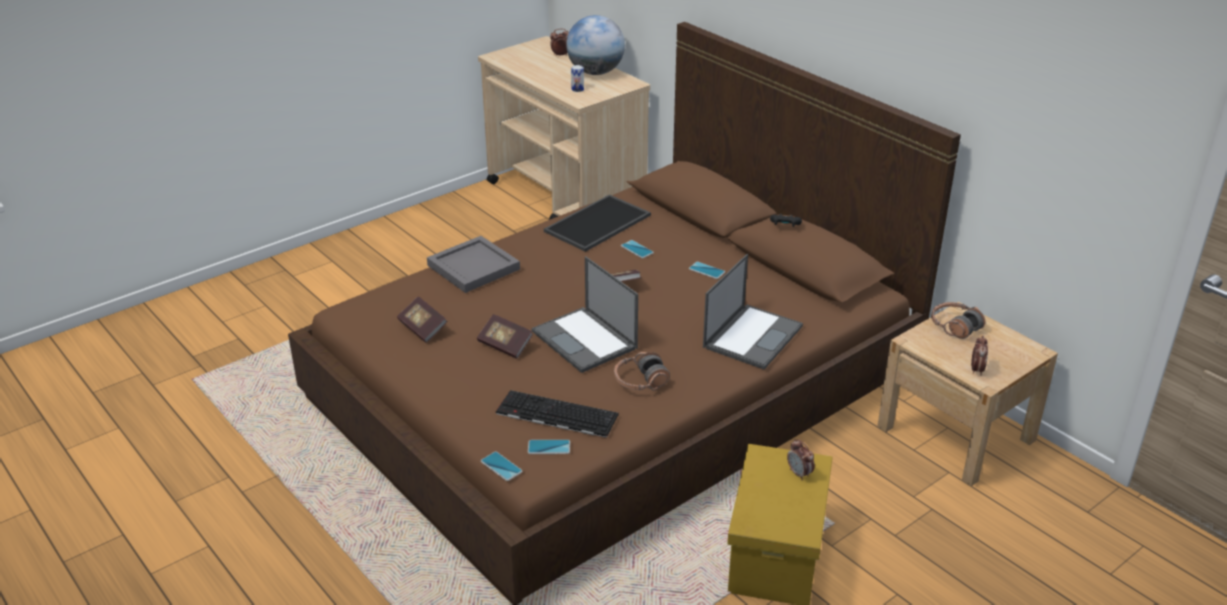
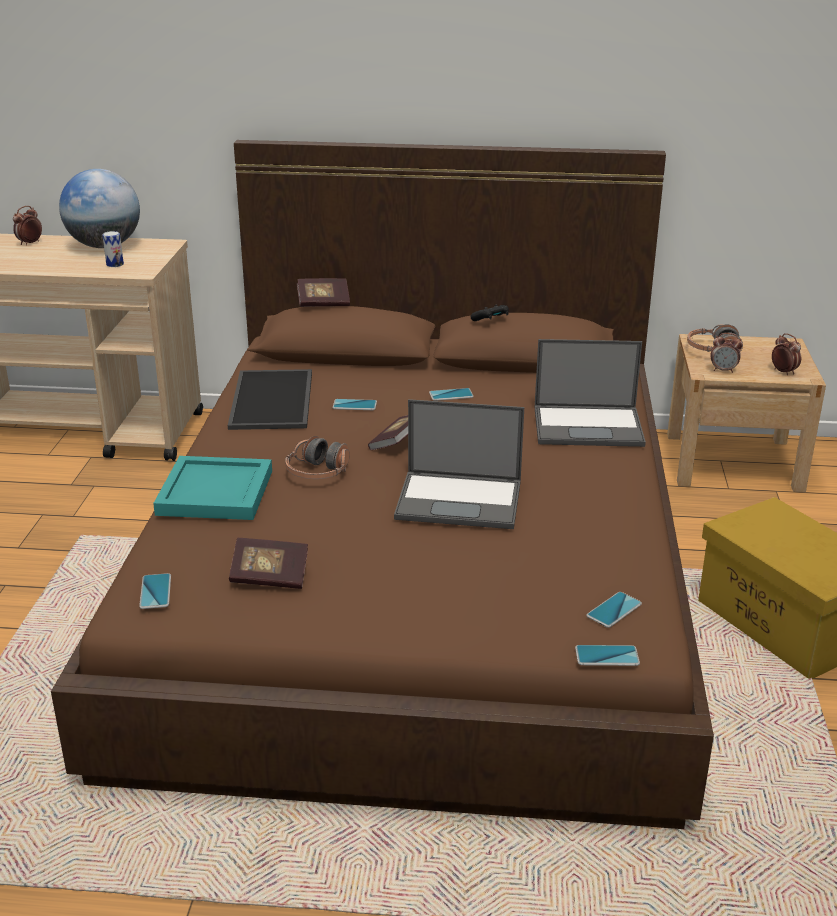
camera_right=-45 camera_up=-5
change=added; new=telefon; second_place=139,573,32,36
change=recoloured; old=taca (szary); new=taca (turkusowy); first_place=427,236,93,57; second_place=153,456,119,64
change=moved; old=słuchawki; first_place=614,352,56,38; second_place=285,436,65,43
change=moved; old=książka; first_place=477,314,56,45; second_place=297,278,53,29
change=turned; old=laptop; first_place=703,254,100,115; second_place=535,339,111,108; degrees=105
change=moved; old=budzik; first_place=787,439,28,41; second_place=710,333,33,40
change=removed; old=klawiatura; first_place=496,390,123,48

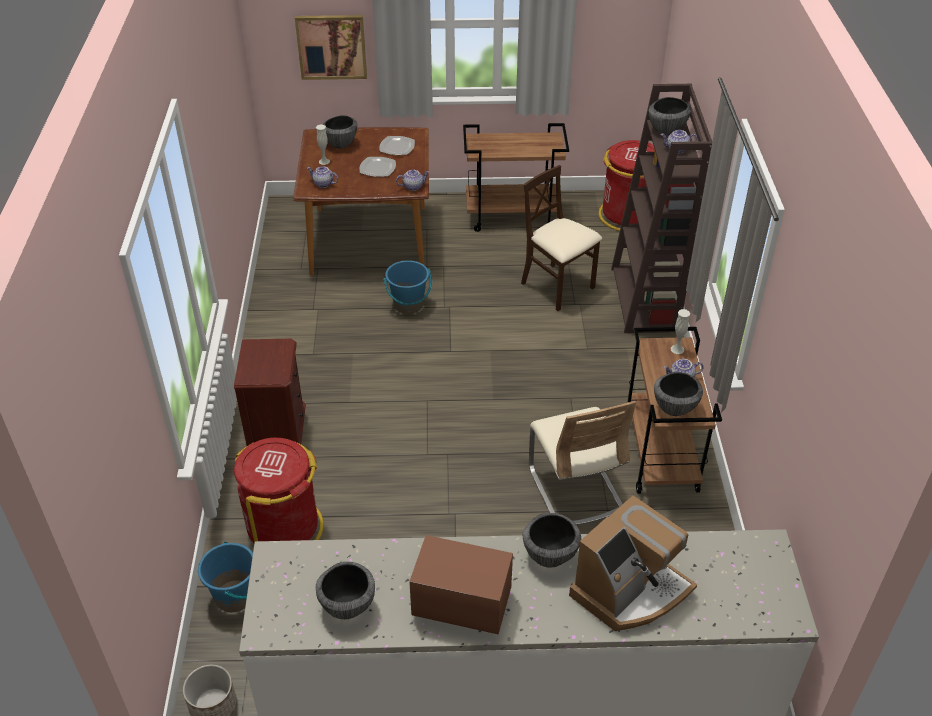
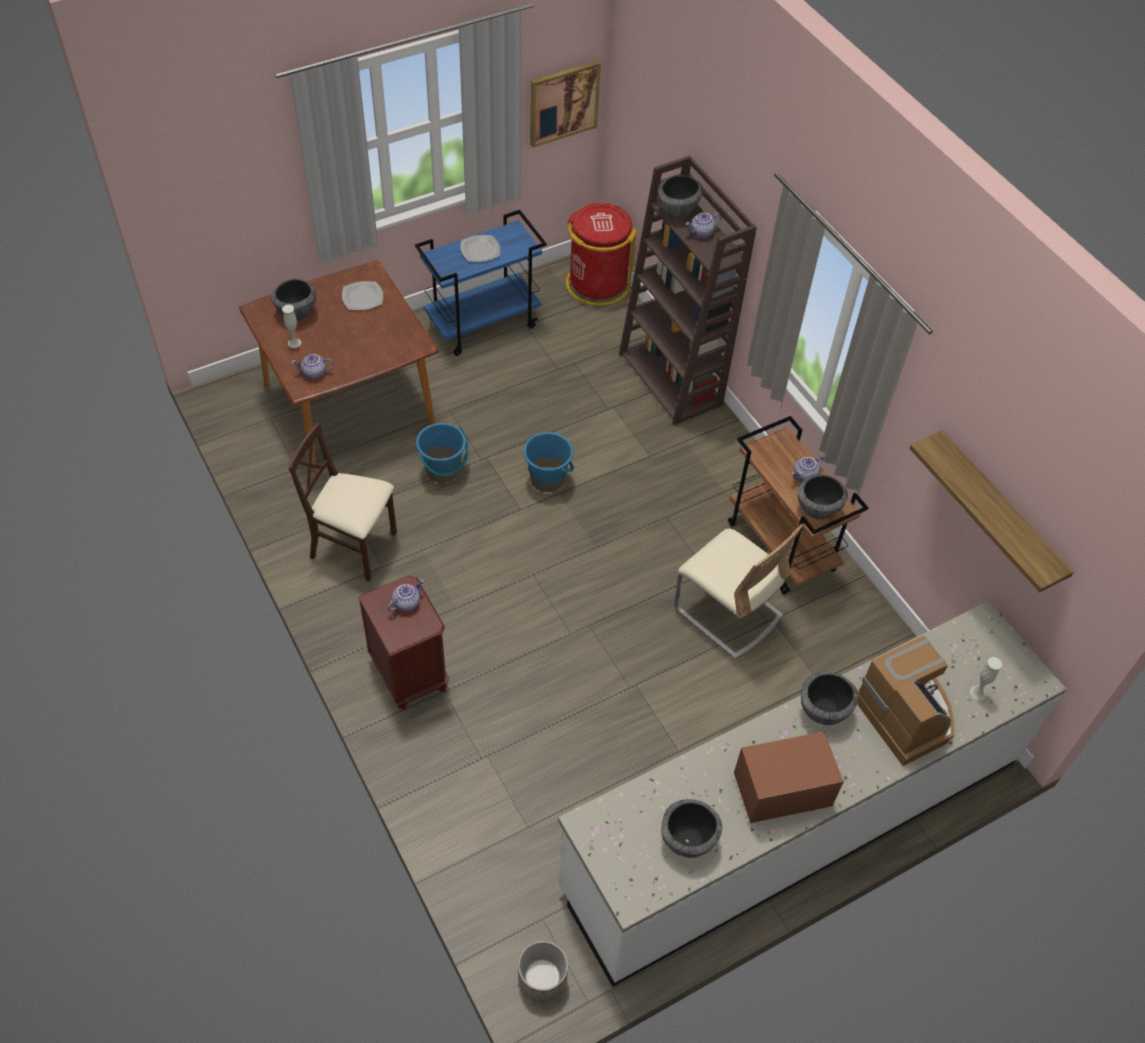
camera_right=-30 camera_up=10
change=moved; old=krzesło (beżowy); first_place=521,165,81,146; second_place=288,423,109,159
change=moved; old=imbryk; first_place=396,170,33,21; second_place=387,579,37,33
change=recoloured; old=wózek (brązowy); new=wózek (niebieski); first_place=463,123,106,109; second_place=415,210,132,146
change=moved; old=talerz; first_place=360,157,36,20; second_place=460,235,40,27
change=moved; old=wiadro (niebieski); first_place=198,541,55,71; second_place=524,432,50,60
change=moved; old=obraz; first_place=295,15,72,65; second_place=530,61,71,87
change=turned; old=ekspres do kawy; first_place=569,496,128,135; second_place=857,636,97,130; degrees=-45
change=added; new=półka; second_place=909,431,165,162
change=moved; old=wazon (biały); first_place=671,309,19,45; second_place=970,657,32,43
change=removed; old=kosz na śmieci (czerwony); first_place=234,438,90,105

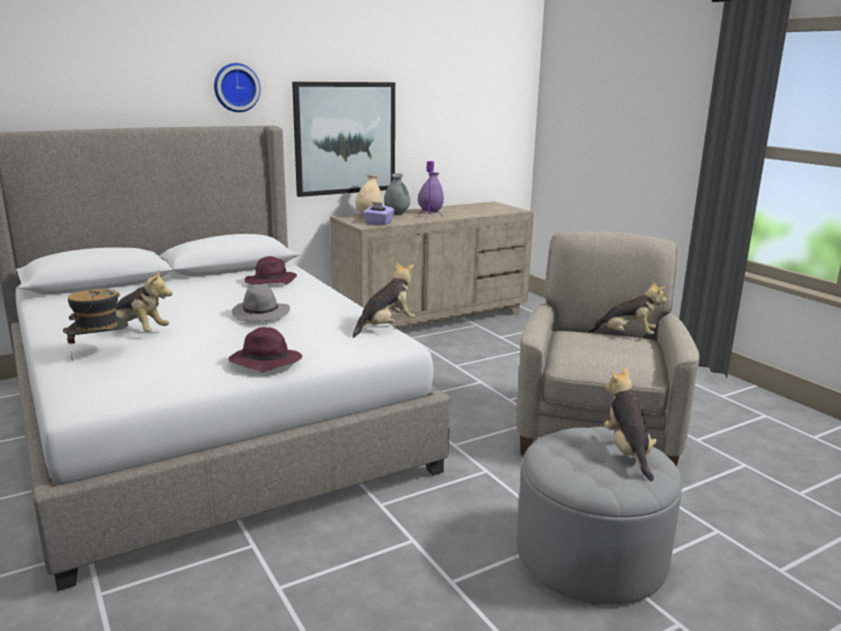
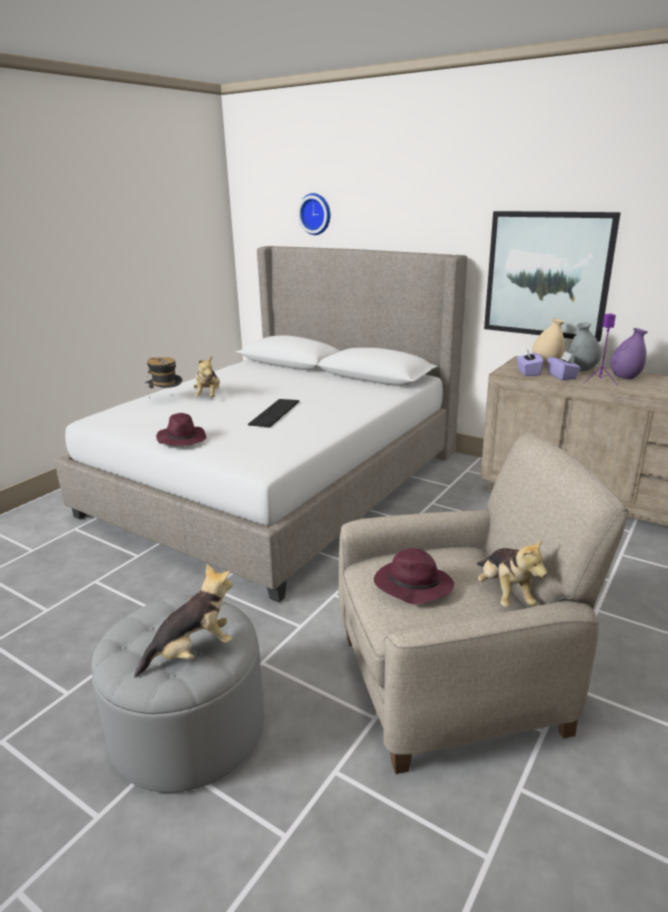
camera_right=65 camera_up=5
change=replaced; old=kapelusz (szary); new=klawiatura; first_place=232,285,58,36; second_place=248,399,51,29
change=moved; old=zegar ścienny; first_place=214,63,47,49; second_place=298,193,32,42
change=moved; old=kapelusz (fioletowy); first_place=245,256,52,29; second_place=374,548,80,56
change=added; new=pudełko chusteczek (fioletowy); second_place=547,351,34,29
change=removed; old=pluszak; first_place=352,261,63,77

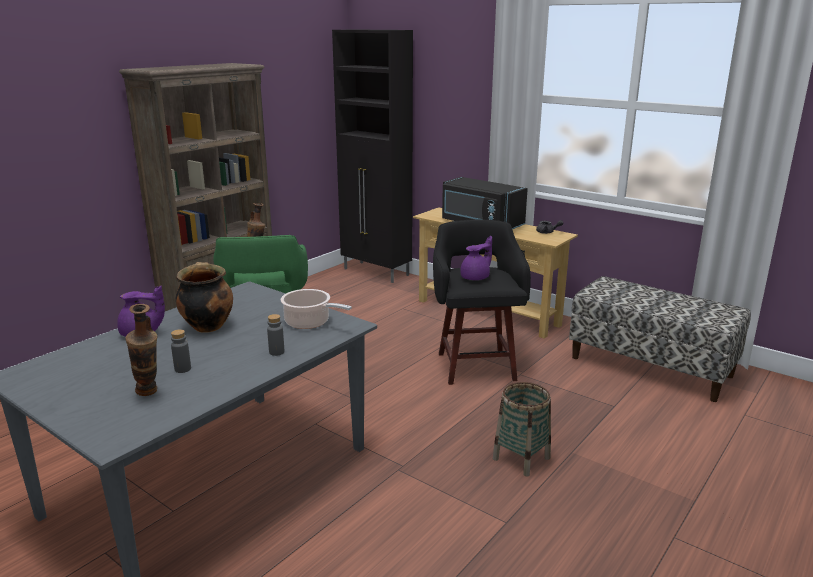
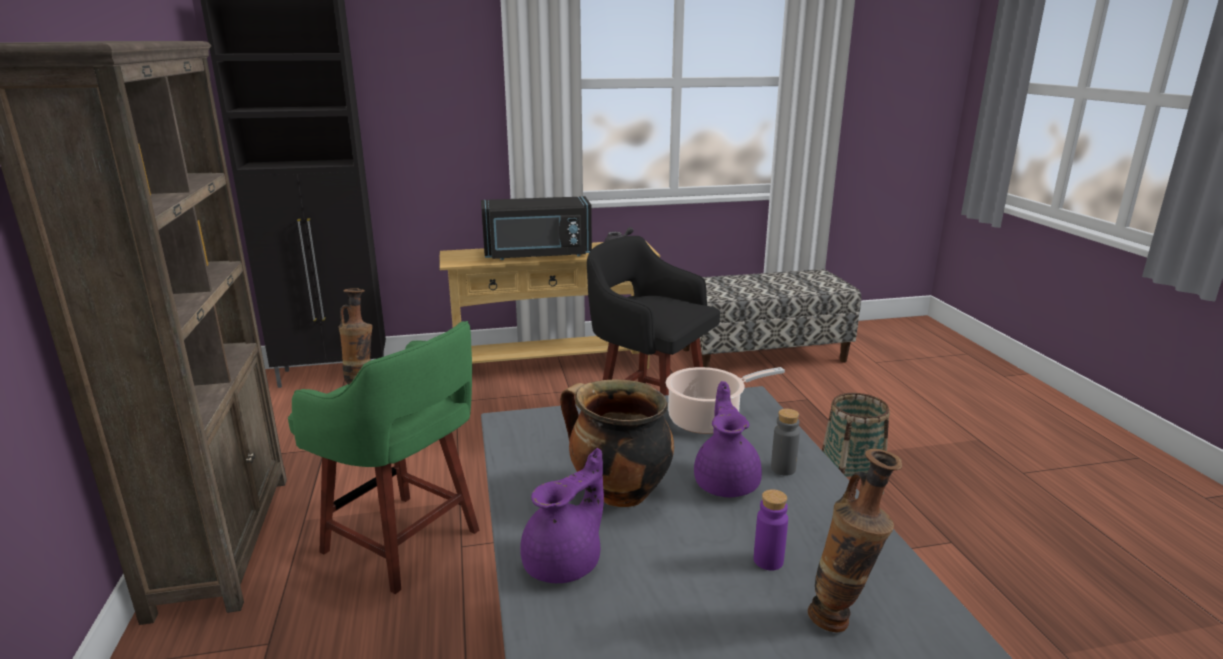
camera_right=-50 camera_up=0
change=moved; old=imbryk (fioletowy); first_place=460,236,32,44; second_place=694,381,68,116
change=recoloured; old=butelka (szary); new=butelka (fioletowy); first_place=171,329,20,44; second_place=754,489,34,81

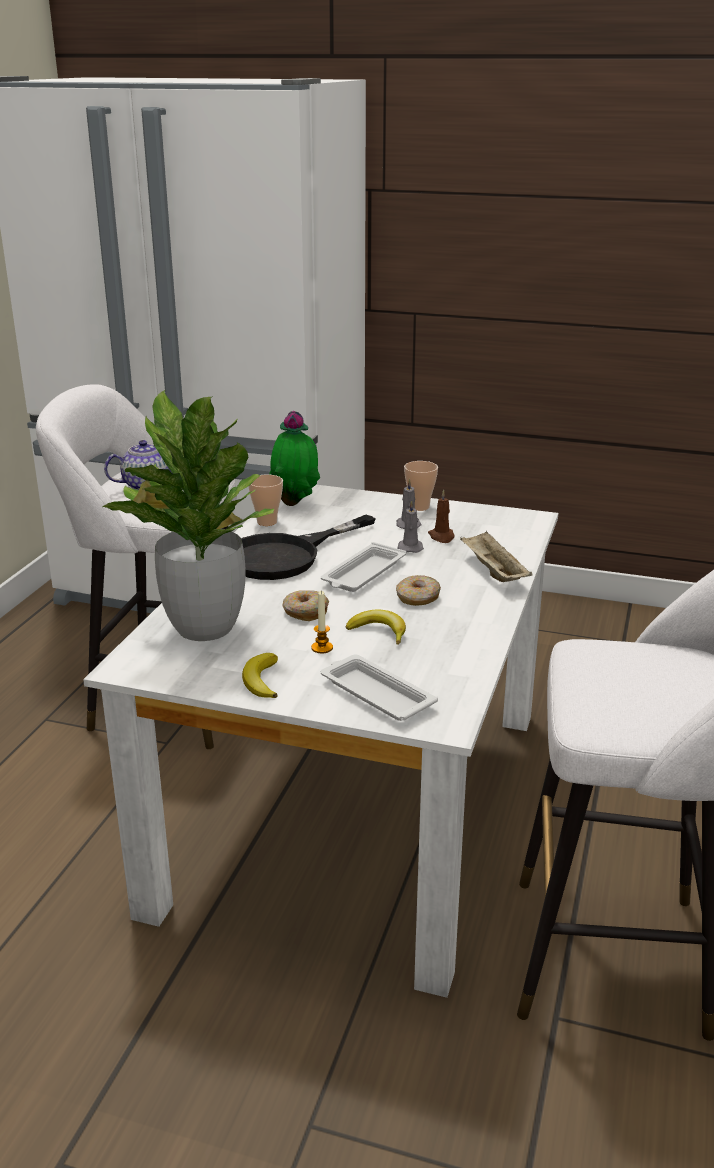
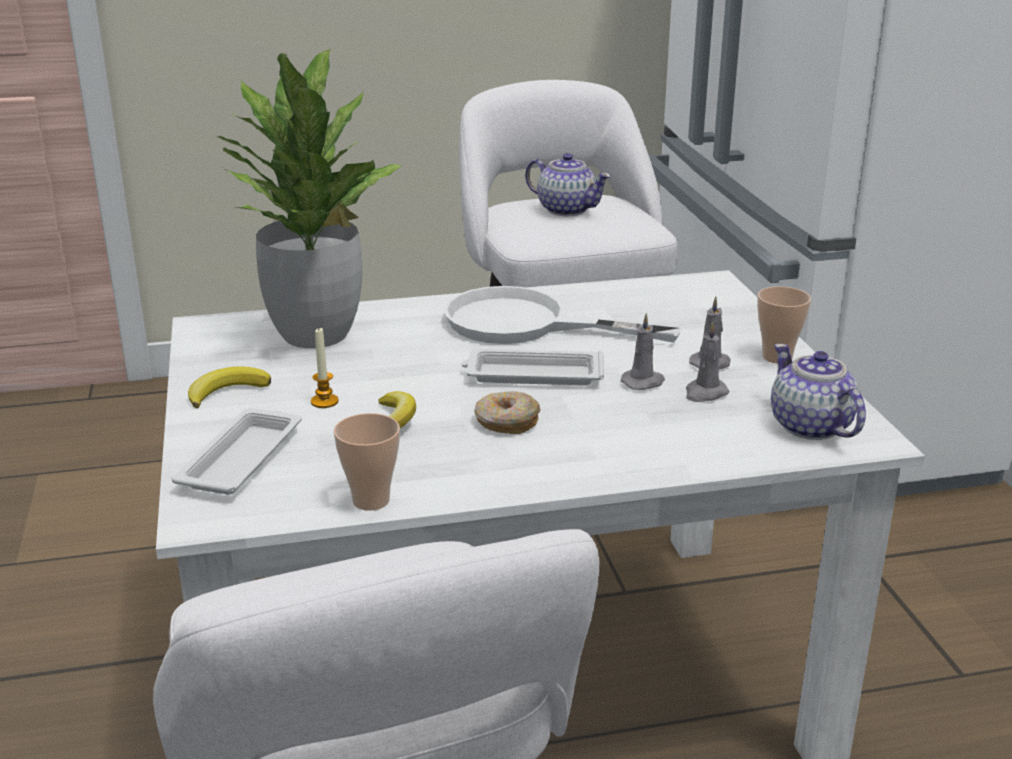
camera_right=60 camera_up=0
change=moved; old=filiżanka; first_place=248,474,35,52; second_place=333,413,67,98
change=recoloured; old=patelnia (czarny); new=patelnia (biały); first_place=241,515,135,65; second_place=444,286,237,58
change=recoloured; old=świeca (brązowy); new=świeca (szary); first_place=428,489,27,54; second_place=686,322,43,80
change=added; new=imbryk; second_place=771,344,95,96
change=removed; old=roślina doniczkowa; first_place=269,411,51,95
change=removed; old=donut; first_place=282,590,47,31
change=removed; old=taca (beżowy); first_place=460,531,73,51

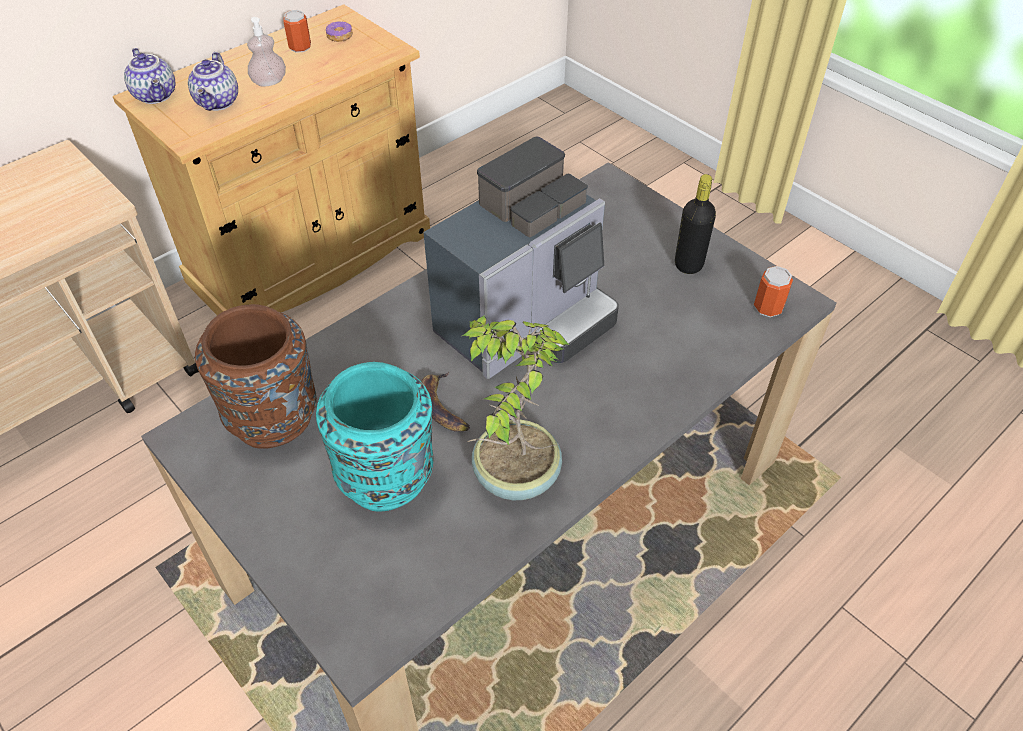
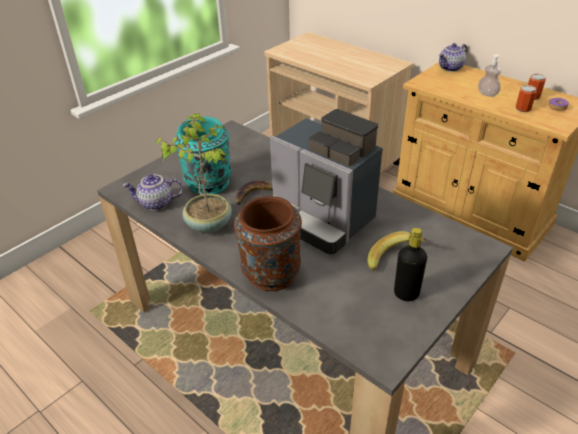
camera_right=85 camera_up=-10
change=moved; old=imbryk; first_place=188,52,50,59; second_place=122,174,61,36
change=moved; old=wazon (brązowy); first_place=195,304,122,145; second_place=234,196,68,95
change=added; new=banan; second_place=367,231,60,40
change=moved; old=puszka; first_place=754,266,39,51; second_place=516,85,20,28

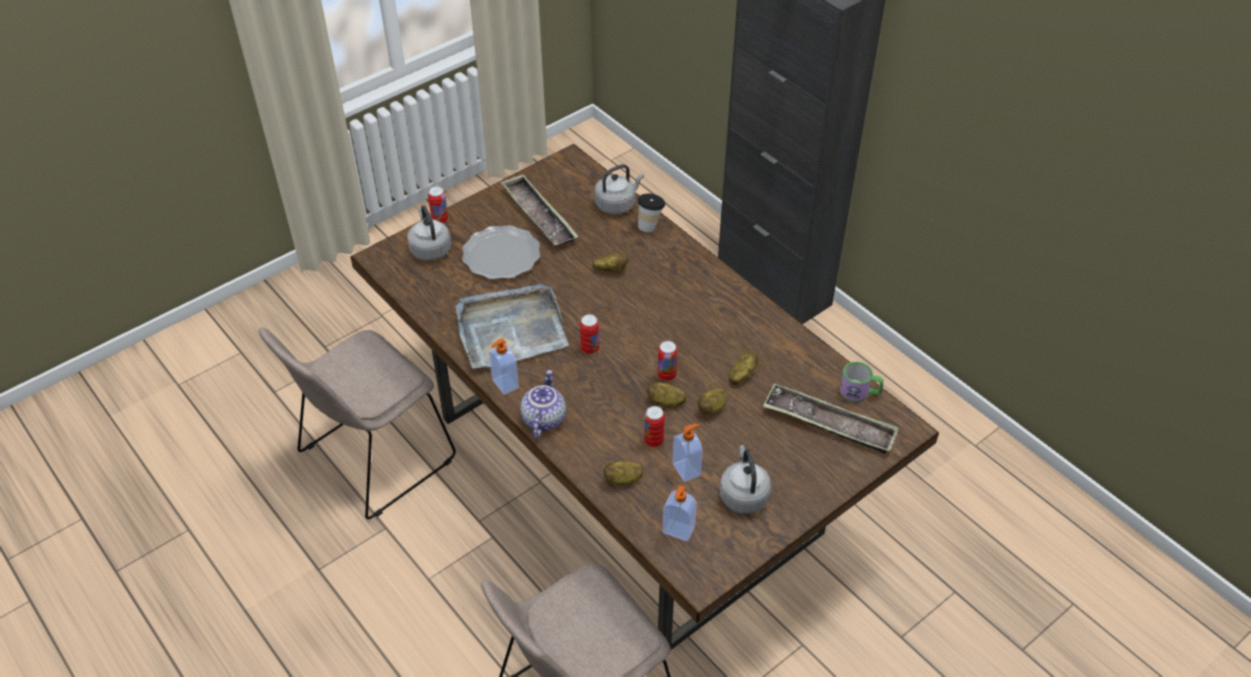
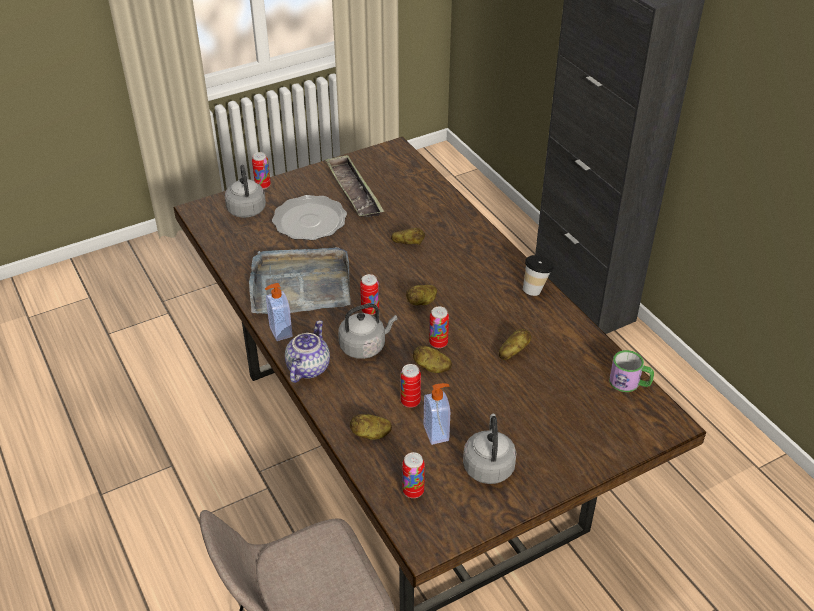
camera_right=10 camera_up=-5
change=moved; old=czajnik (szary); first_place=594,164,50,50; second_place=338,304,60,55
change=replaced; old=dozownik mydła; new=puszka; first_place=662,485,35,56; second_place=402,452,23,46
change=moved; old=ziemniak; first_place=698,388,29,26; second_place=406,285,31,20
change=moved; old=filiżanka; first_place=638,194,27,38; second_place=523,255,31,41
change=removed; old=krzesło (beżowy); first_place=259,327,197,192
change=removed; old=taca; first_place=763,384,136,70

